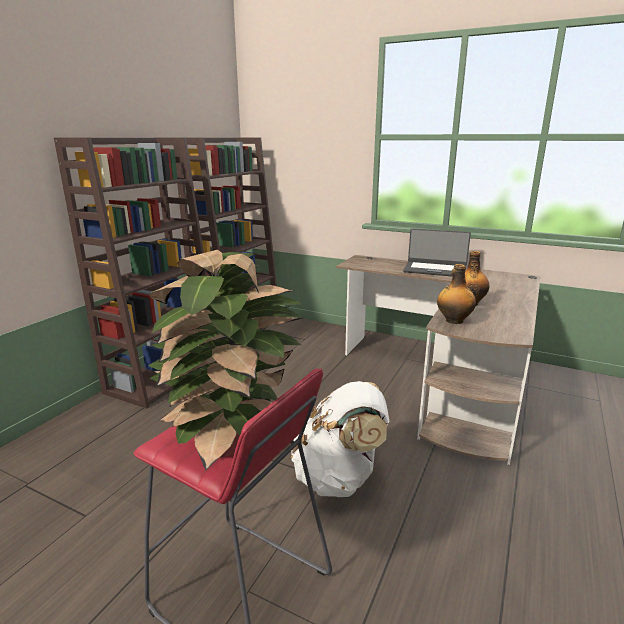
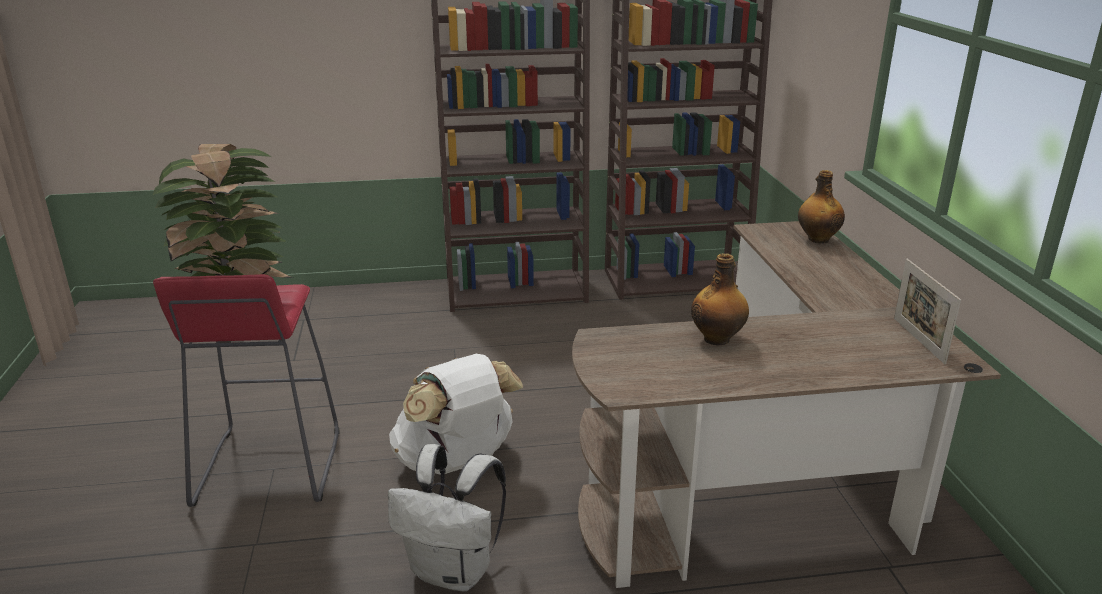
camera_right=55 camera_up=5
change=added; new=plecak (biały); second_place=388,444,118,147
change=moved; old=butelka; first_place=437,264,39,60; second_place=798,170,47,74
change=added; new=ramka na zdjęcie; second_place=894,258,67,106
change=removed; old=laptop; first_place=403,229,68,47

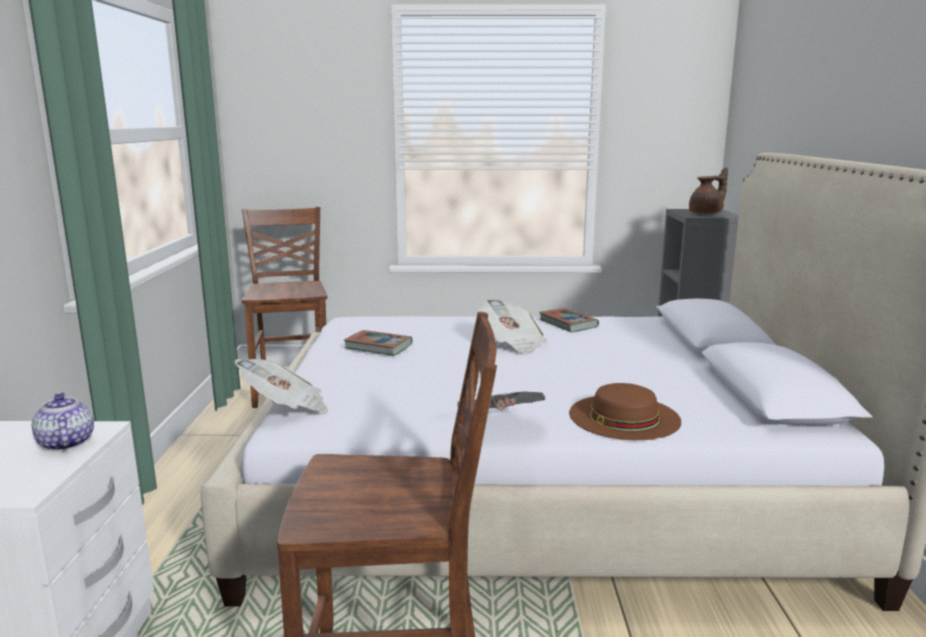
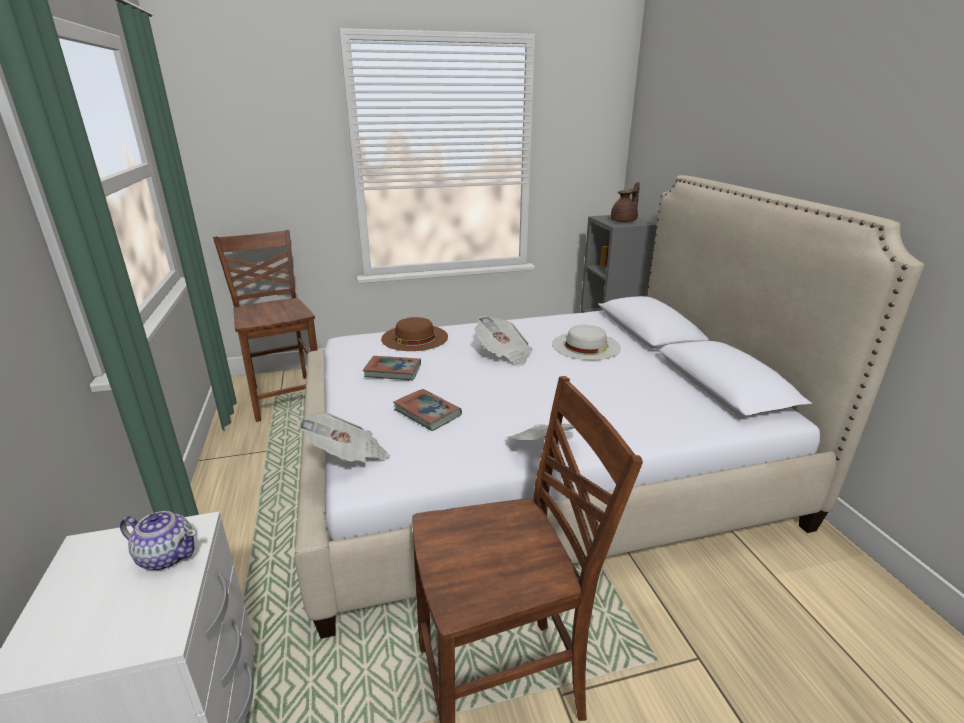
camera_right=-15 camera_up=10
change=turned; old=imbryk; first_place=32,392,62,59; second_place=120,511,77,59; degrees=150
change=moved; old=kapelusz (brązowy); first_place=569,383,112,57; second_place=381,317,67,34
change=moved; old=książka; first_place=539,308,60,24; second_place=393,389,69,42
change=added; new=kapelusz (biały); second_place=552,325,69,35

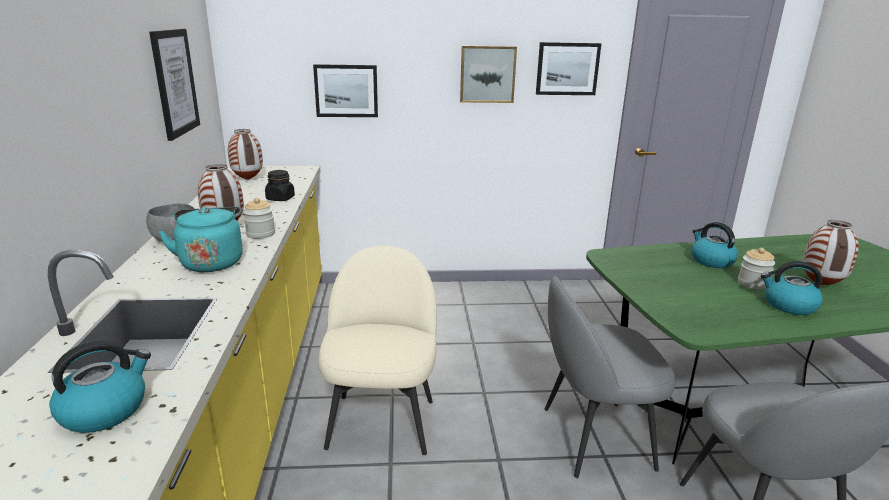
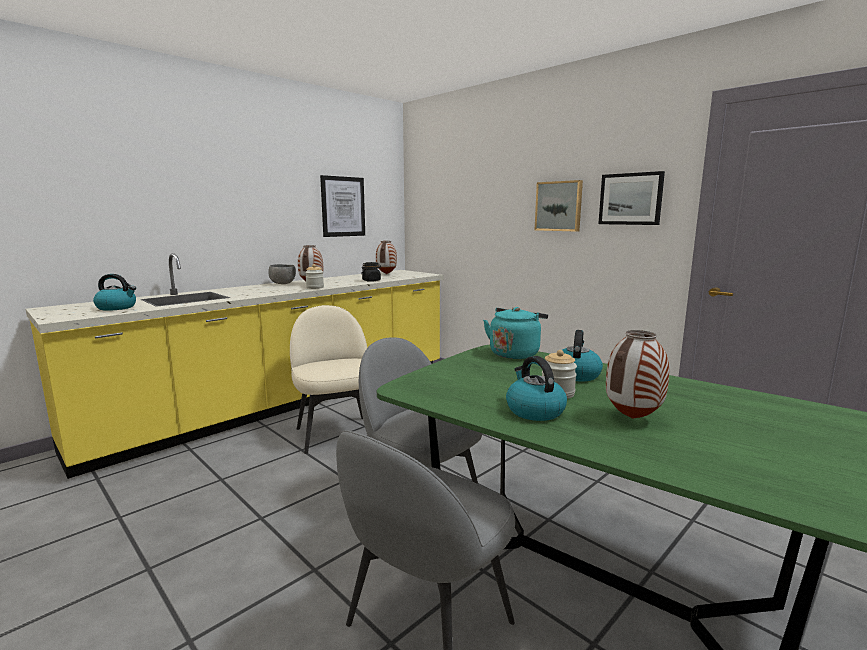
camera_right=50 camera_up=-10
change=turned; old=krzesło (beżowy); first_place=318,246,119,209; second_place=290,305,77,149; degrees=-75
change=moved; old=czajnik (turkusowy); first_place=158,207,85,65; second_place=483,307,65,52
change=removed; old=obraz; first_place=313,64,65,53

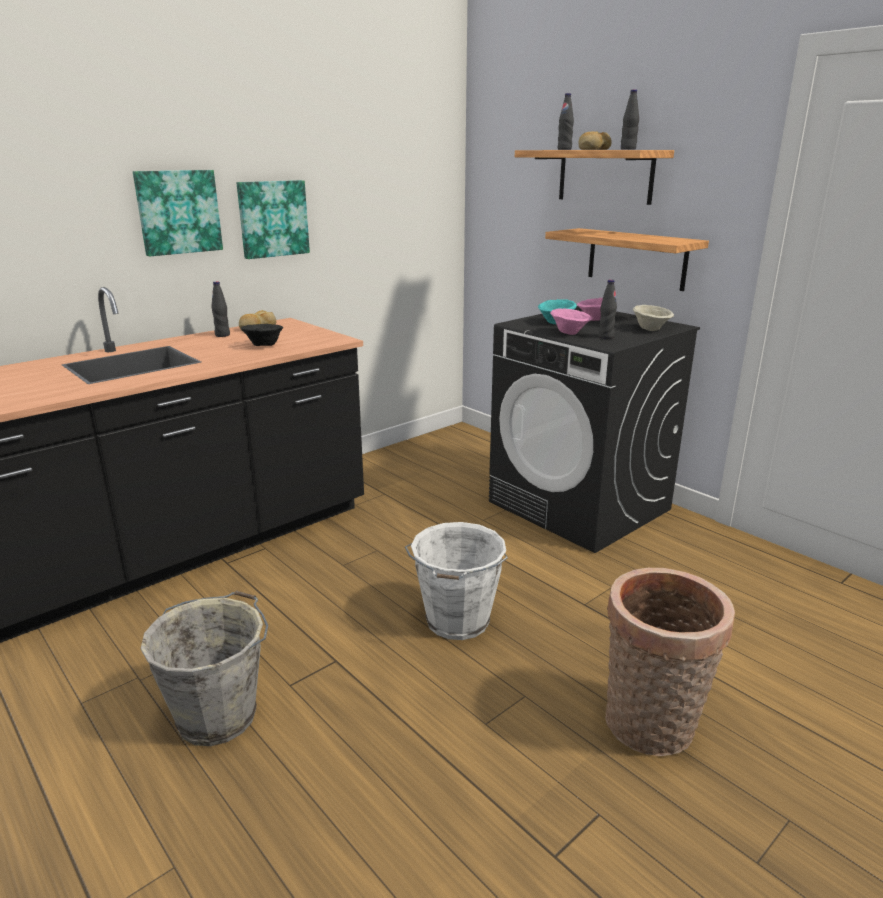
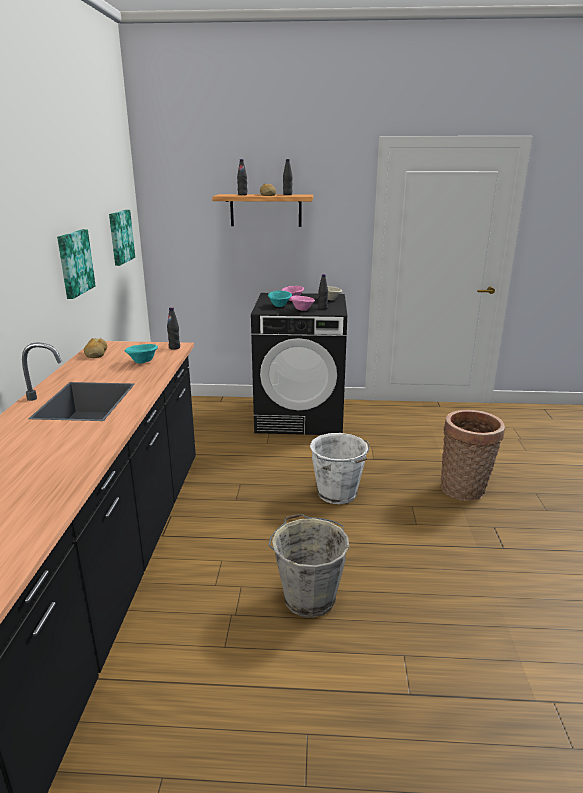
camera_right=-45 camera_up=0
change=moved; old=obraz; first_place=133,170,90,86; second_place=109,210,26,56
change=recoloured; old=miska (czarny); new=miska (turkusowy); first_place=241,324,42,22; second_place=125,344,33,20
change=moved; old=butelka (czarny); first_place=211,281,19,56; second_place=167,307,13,43
change=removed; old=półka; first_place=545,228,164,63

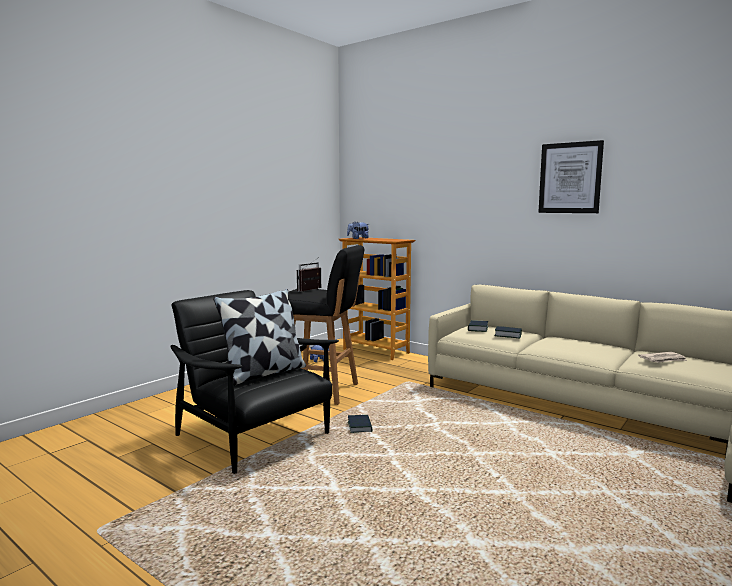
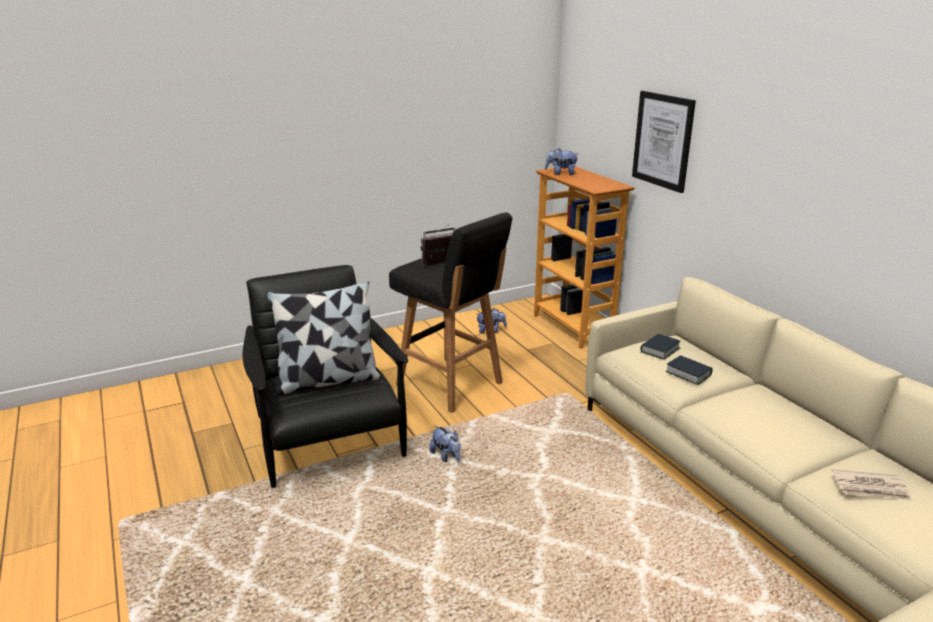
camera_right=25 camera_up=15
change=replaced; old=książka; new=pluszak; first_place=348,415,24,18; second_place=429,425,32,37
change=moved; old=obraz; first_place=538,140,66,73; second_place=632,91,64,102

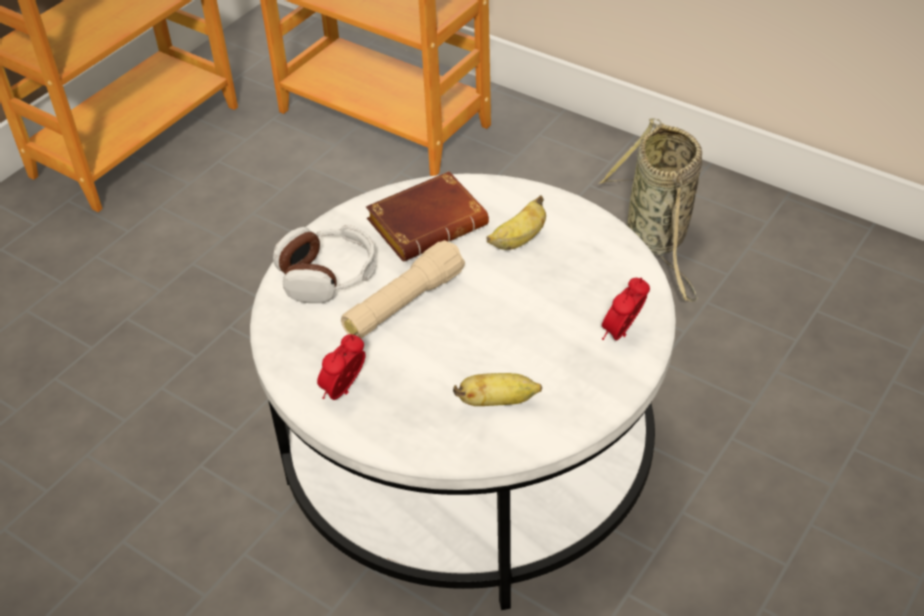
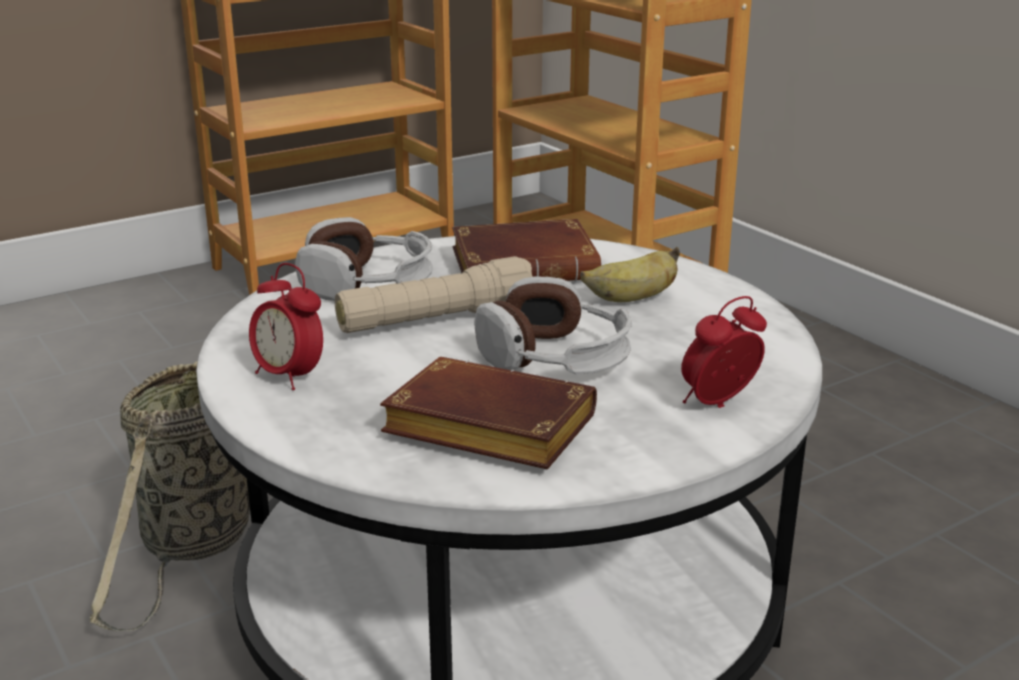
camera_right=20 camera_up=-20
change=moved; old=koszyk; first_place=599,118,103,184; second_place=90,361,160,270
change=turned; old=budzik; first_place=317,334,49,66; second_place=249,263,74,127; degrees=-105
change=replaced; old=banan; new=książka (brązowy); first_place=453,373,89,33; second_place=380,357,217,112
change=added; new=słuchawki; second_place=474,276,158,99

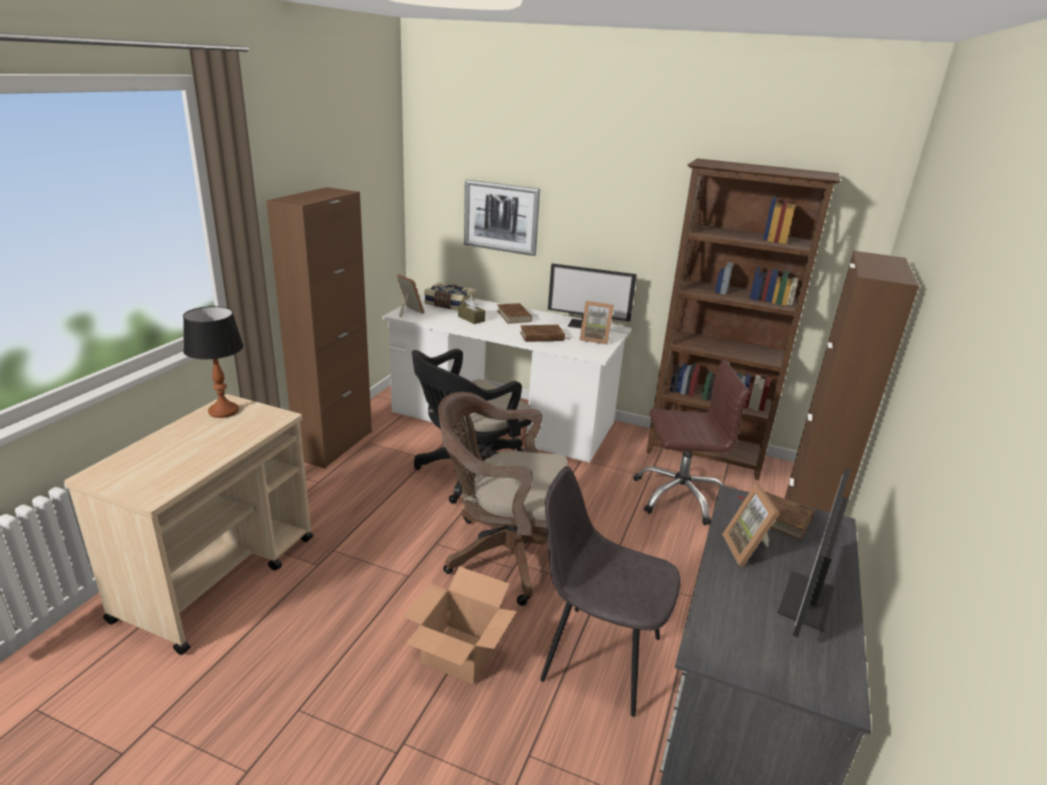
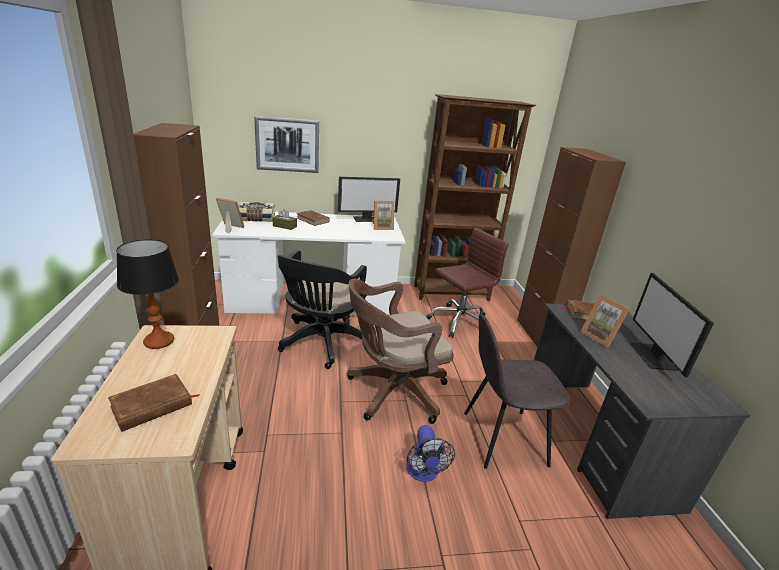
camera_right=-30 camera_up=0
change=moved; old=książka (brązowy); first_place=520,325,49,17; second_place=108,374,92,58
change=replaced; old=karton; new=wentylator; first_place=403,566,114,118; second_place=406,425,49,57

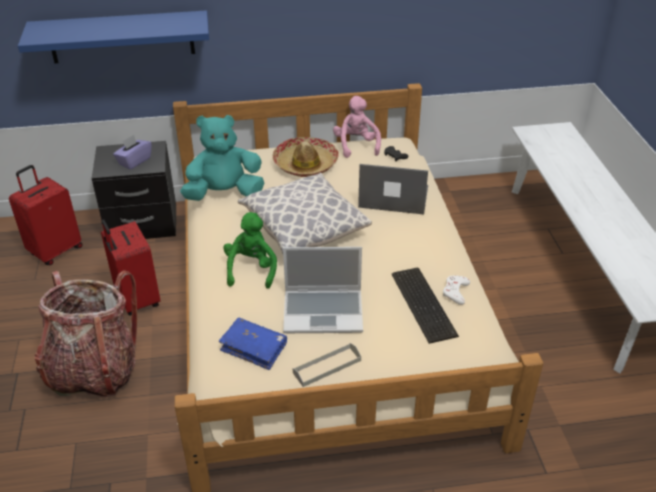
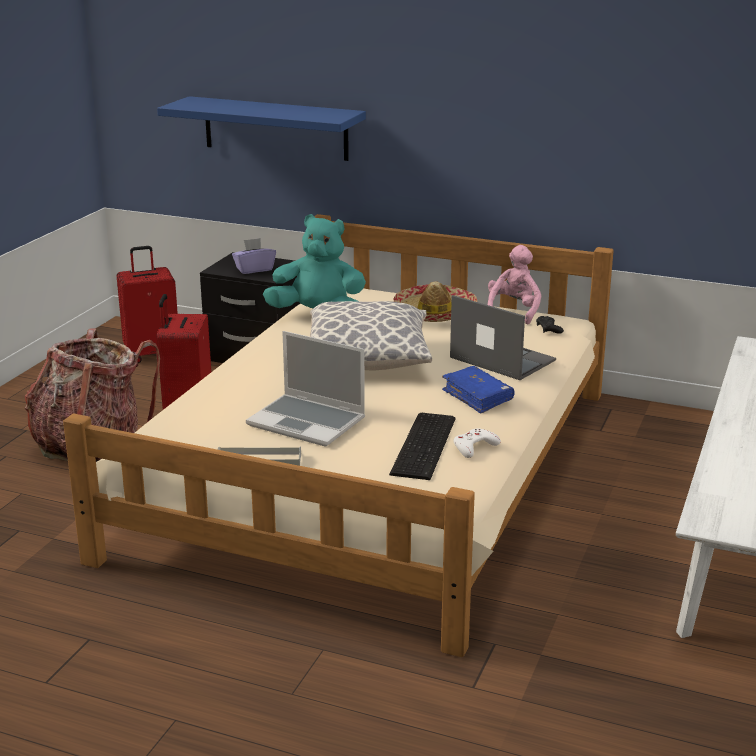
camera_right=30 camera_up=-15
change=moved; old=książka (niebieski); first_place=219,317,68,53; second_place=442,366,72,48
change=removed; old=pluszak (zielony); first_place=223,212,54,77

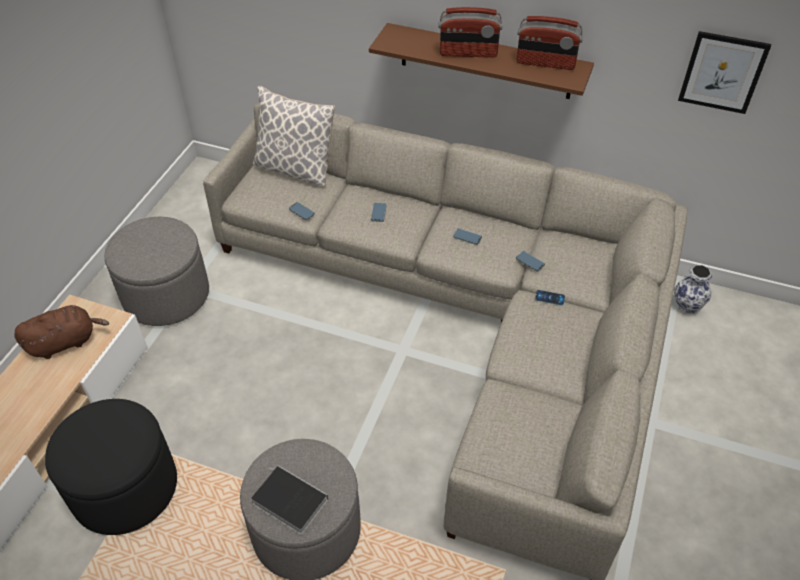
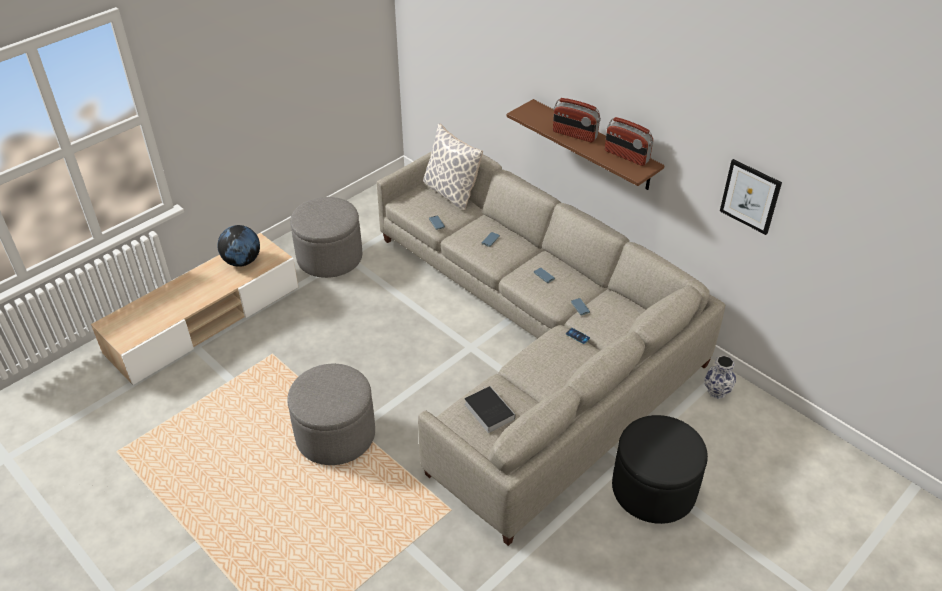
camera_right=25 camera_up=-5
change=replaced; old=pluszak (brązowy); new=globus; first_place=15,305,94,54; second_place=217,225,43,42
change=moved; old=książka; first_place=251,465,77,70; second_place=464,386,51,47
change=moved; old=pufa (czarny); first_place=45,399,132,136; second_place=612,415,96,109

